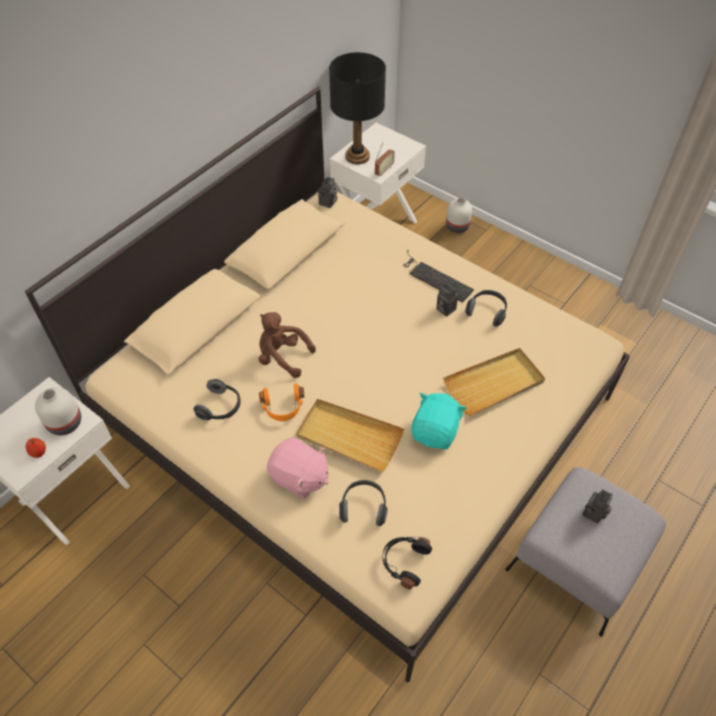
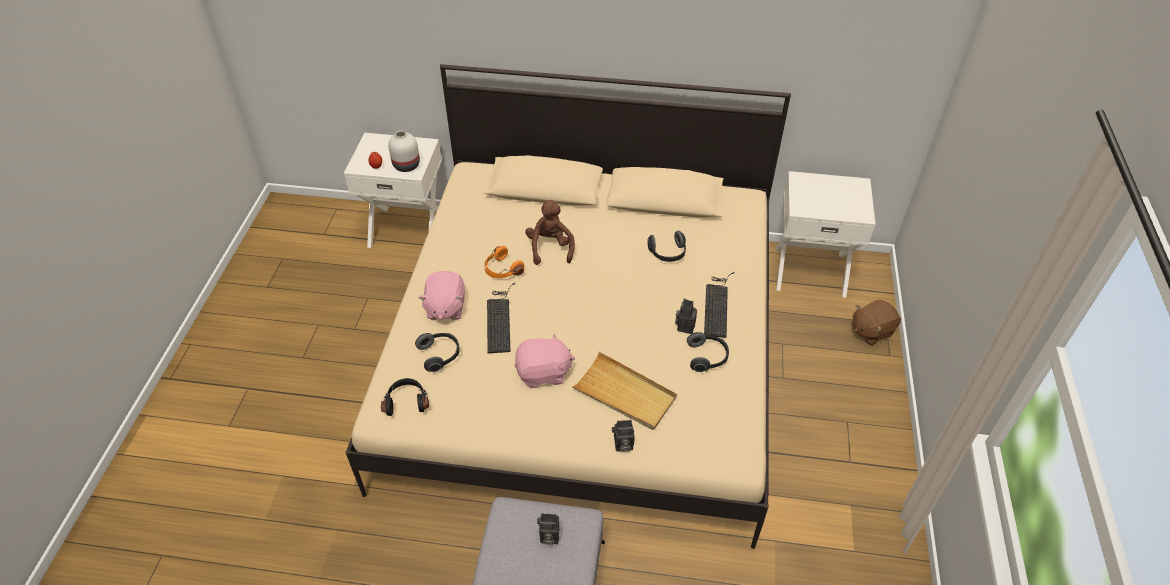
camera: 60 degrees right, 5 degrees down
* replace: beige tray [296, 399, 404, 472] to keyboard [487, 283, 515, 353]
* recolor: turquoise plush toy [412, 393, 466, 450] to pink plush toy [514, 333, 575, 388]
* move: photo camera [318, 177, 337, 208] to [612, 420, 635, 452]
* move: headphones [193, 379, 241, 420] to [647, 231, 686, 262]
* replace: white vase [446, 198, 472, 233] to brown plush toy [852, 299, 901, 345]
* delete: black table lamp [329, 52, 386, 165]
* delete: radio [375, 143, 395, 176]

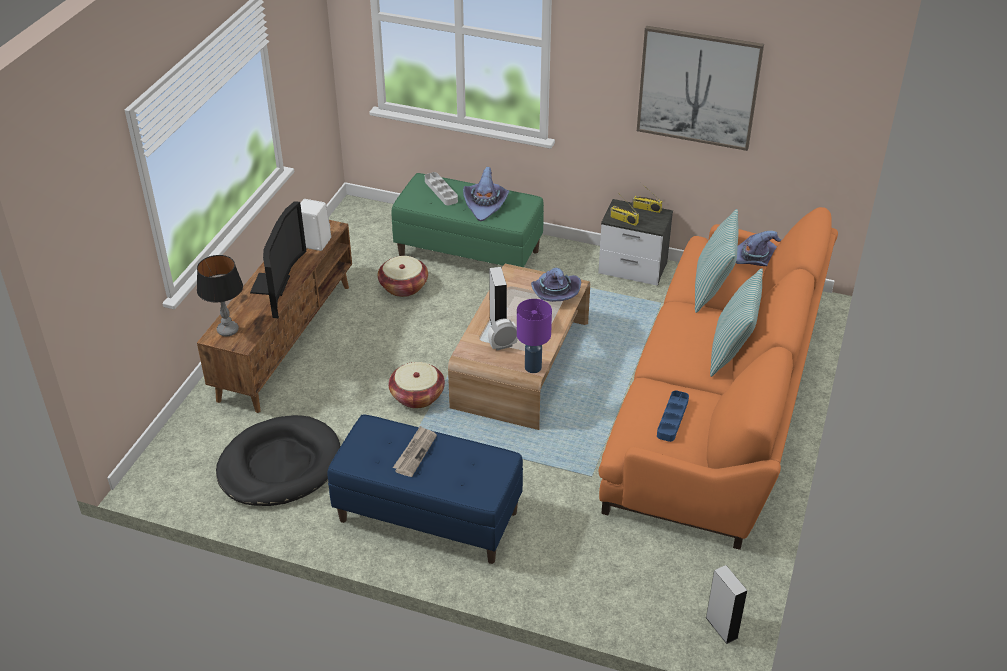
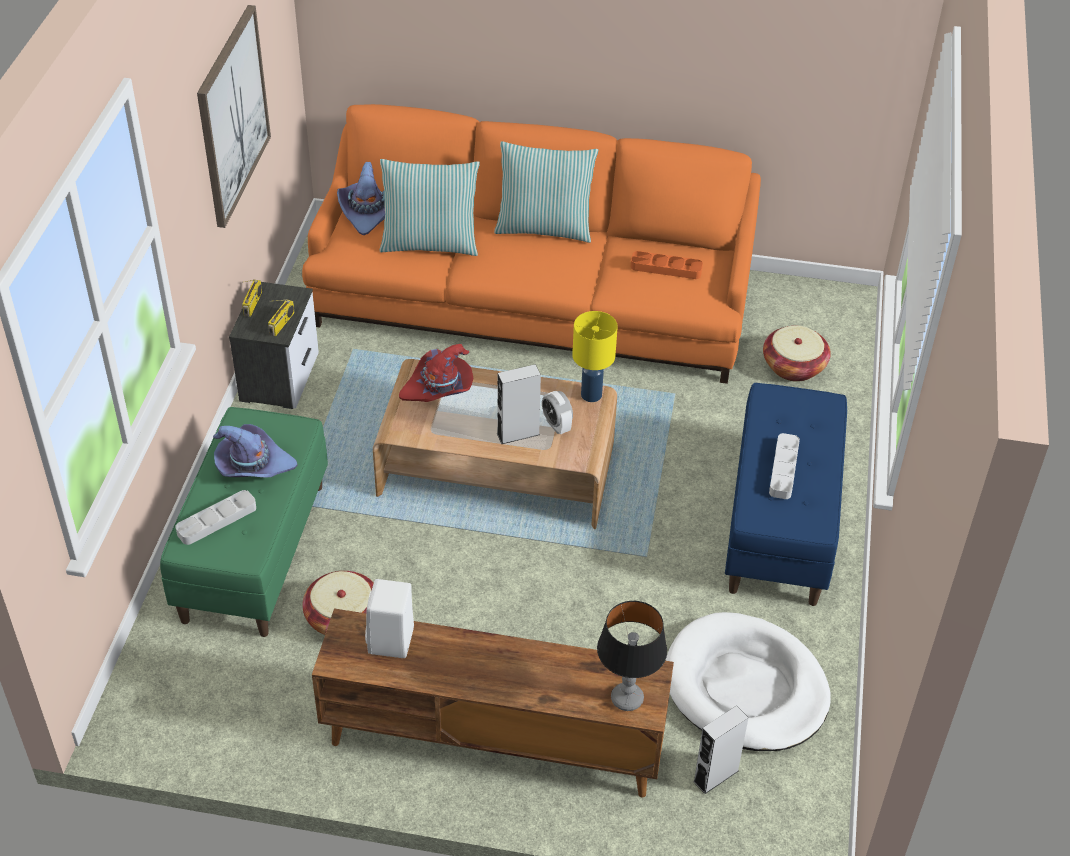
camera: 100 degrees left, 5 degrees up
* recolor: purple hat [531, 268, 581, 302] to red hat [399, 344, 473, 402]
* recolor: purple table lamp [517, 299, 552, 373] to yellow table lamp [572, 311, 618, 402]
* recolor: blue tray [657, 390, 689, 442] to orange tray [631, 251, 703, 279]
* recolor: black dog bed [216, 415, 341, 506] to white dog bed [666, 612, 831, 751]
* move: grey speaker [705, 565, 747, 644] to [693, 706, 748, 794]
* move: basket [389, 362, 445, 409] to [763, 325, 831, 382]
* replace: newspaper [393, 426, 437, 477] to grey tray [769, 433, 800, 499]
* delete: television [250, 201, 307, 318]

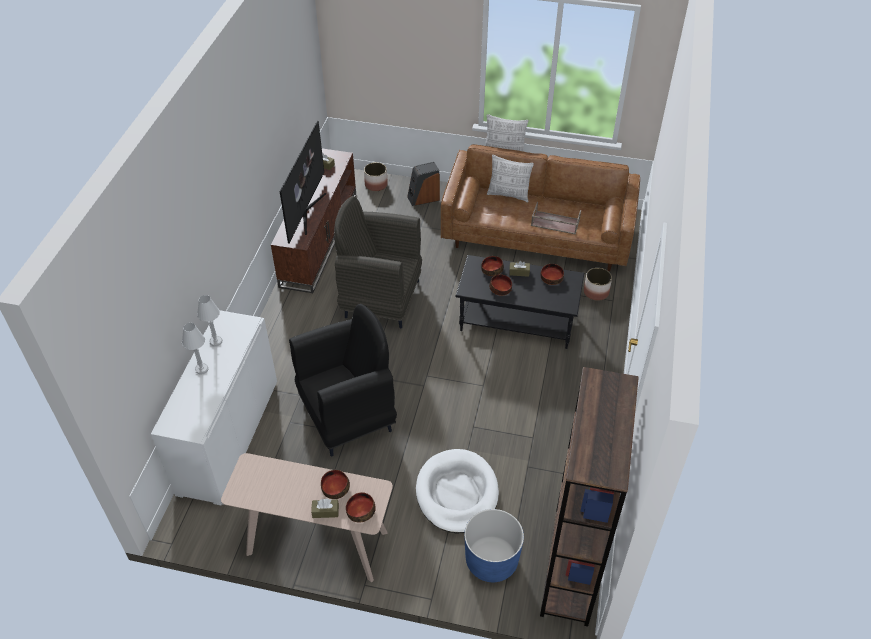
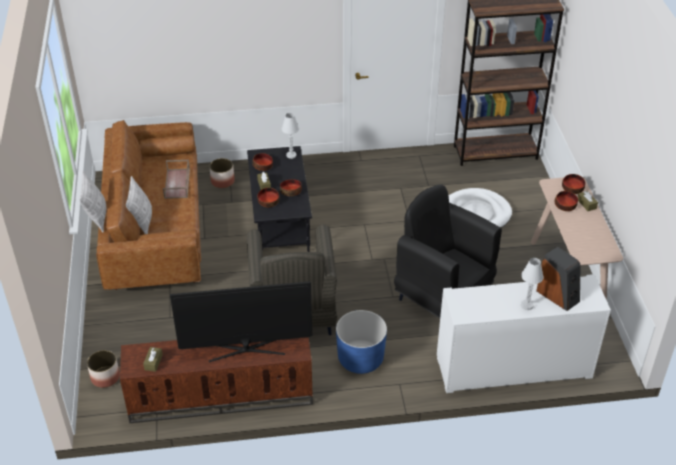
camera: 110 degrees left, 5 degrees down
* move: white table lamp [197, 295, 222, 347] to [282, 113, 299, 159]
* move: blue planter [464, 509, 524, 582] to [336, 310, 387, 374]
* move: speaker [407, 162, 440, 206] to [536, 246, 581, 311]

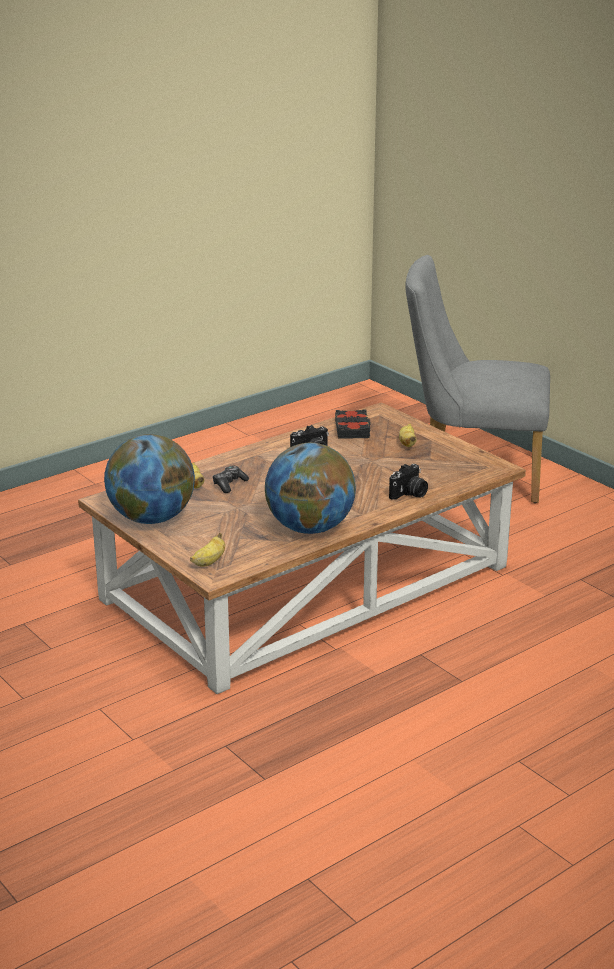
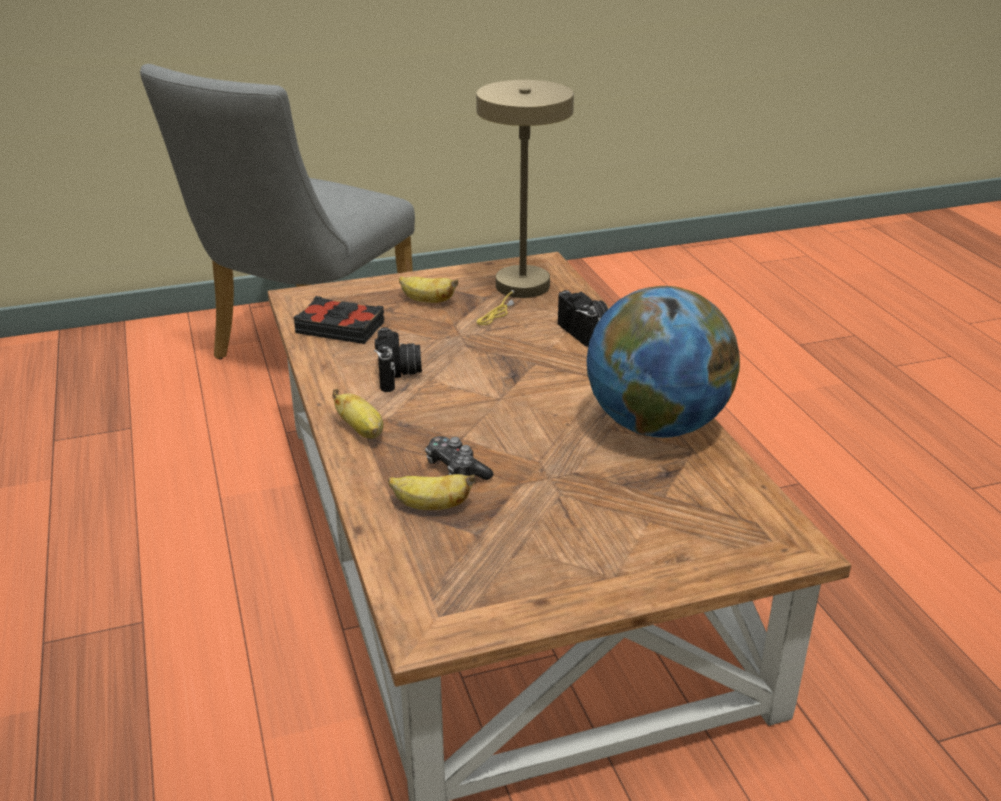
camera: 70 degrees left, 5 degrees up
* move: banana [190, 533, 225, 567] to [332, 389, 383, 439]
* insert: beige table lamp [476, 80, 574, 325]
* delete: globe [104, 434, 195, 524]

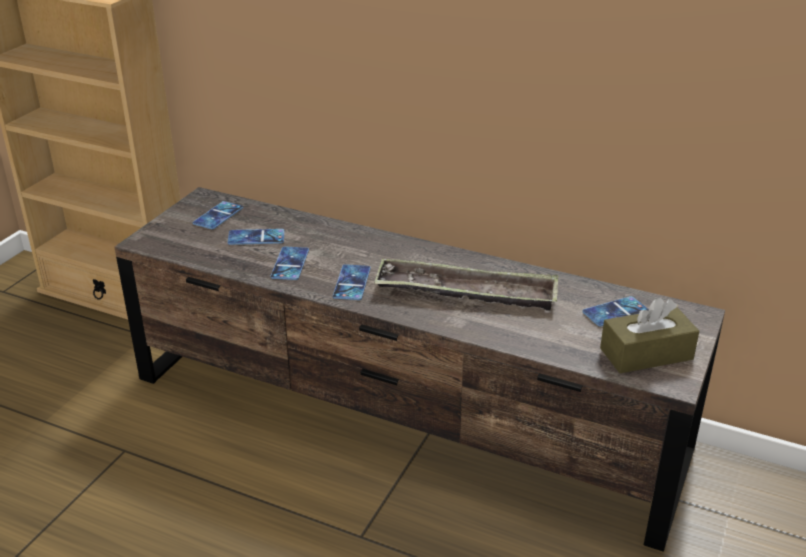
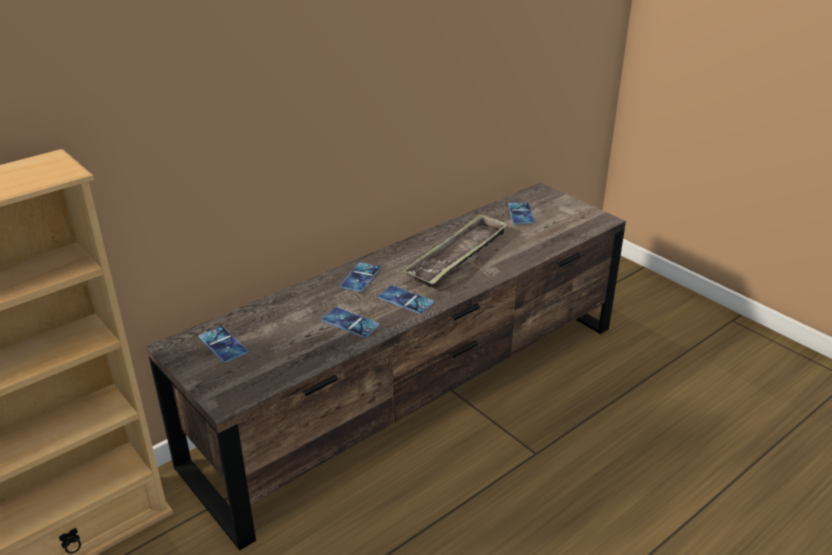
camera: 65 degrees left, 0 degrees up
* move: phone [228, 229, 284, 245] to [340, 262, 381, 292]
* delete: brown tissue box [600, 297, 699, 373]

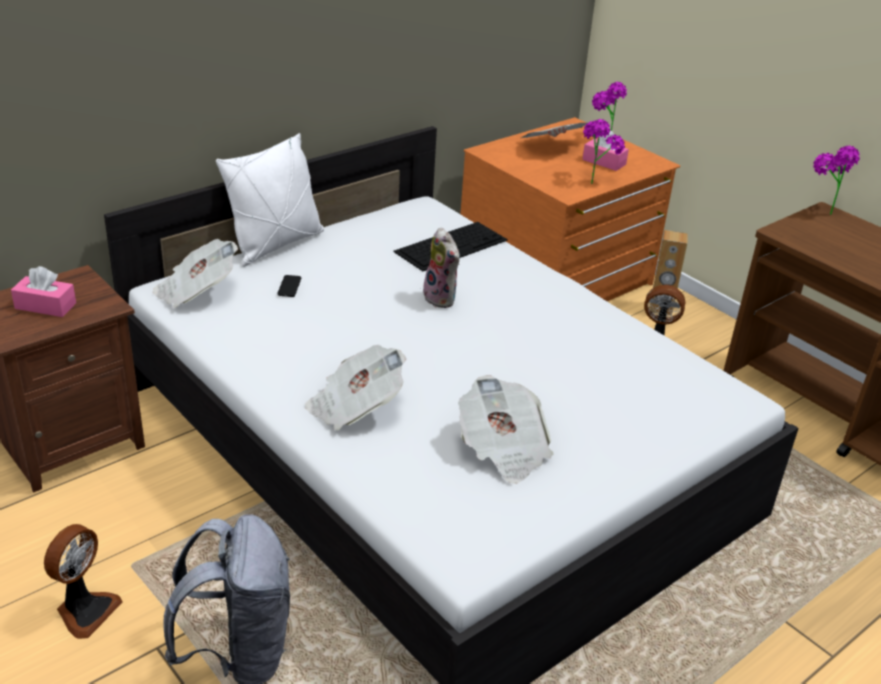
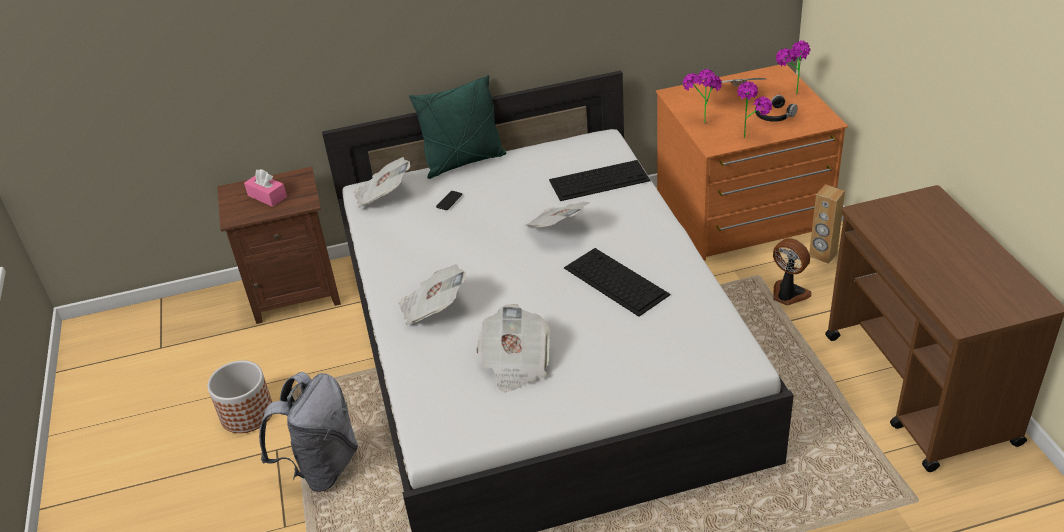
camera: 30 degrees right, 5 degrees up
* replace: fan [44, 524, 122, 639] to planter [207, 360, 272, 433]
* recolor: white pillow [216, 133, 324, 267] to green pillow [409, 75, 506, 179]
* replace: plush toy [423, 227, 460, 308] to newspaper [524, 202, 590, 227]
* insert: keyboard [564, 248, 671, 317]
* move: potted plant [813, 145, 860, 215] to [682, 69, 722, 124]
* replace: pink tissue box [582, 130, 629, 171] to black headphones [755, 95, 798, 122]

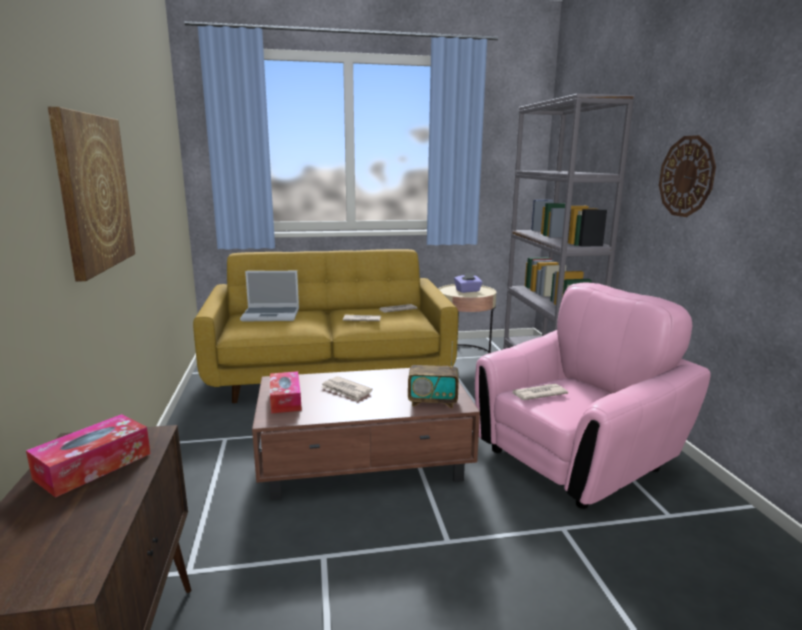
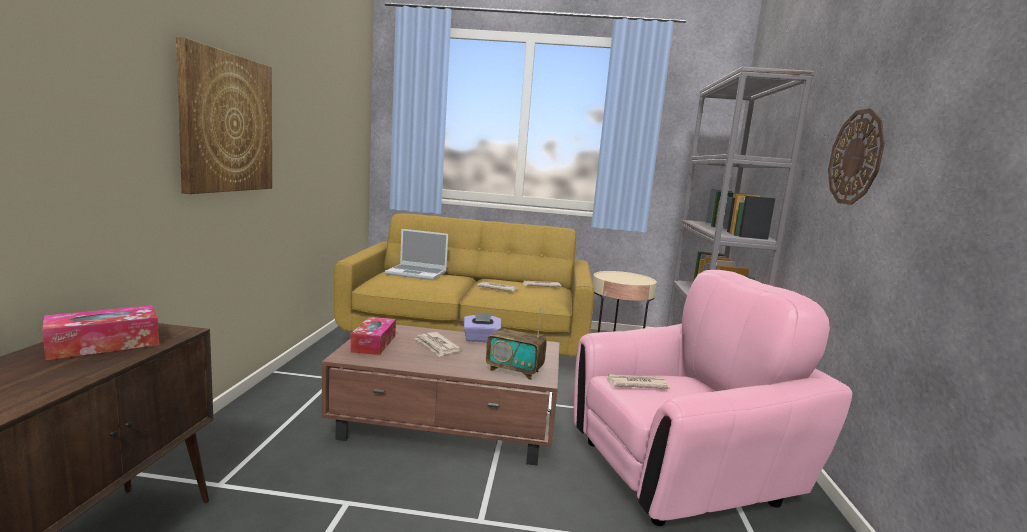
camera: 15 degrees right, 5 degrees down
* move: purple tissue box [454, 272, 483, 293] to [464, 312, 501, 342]

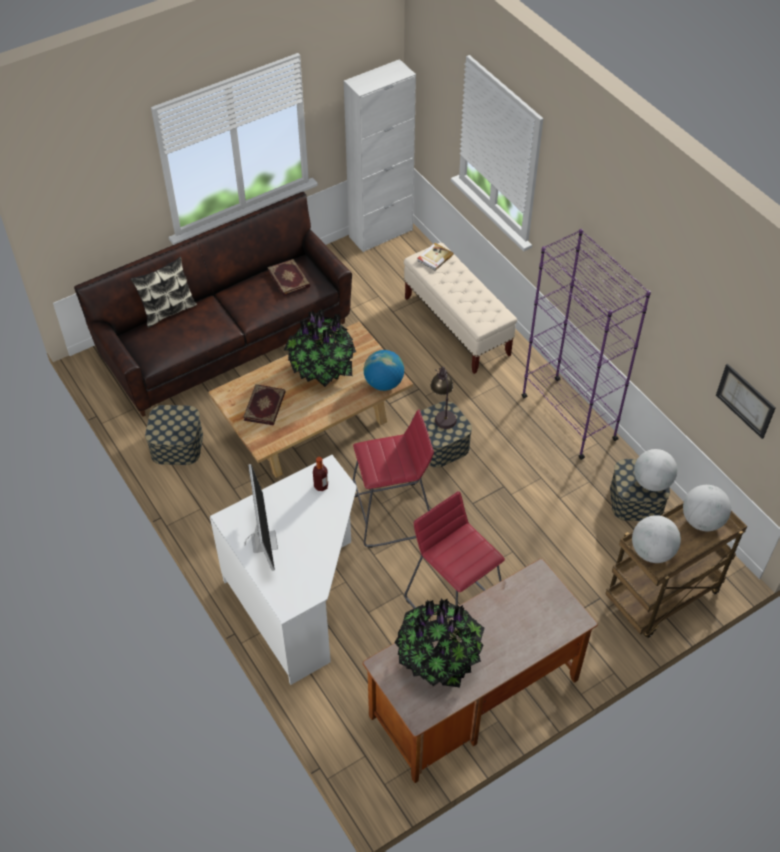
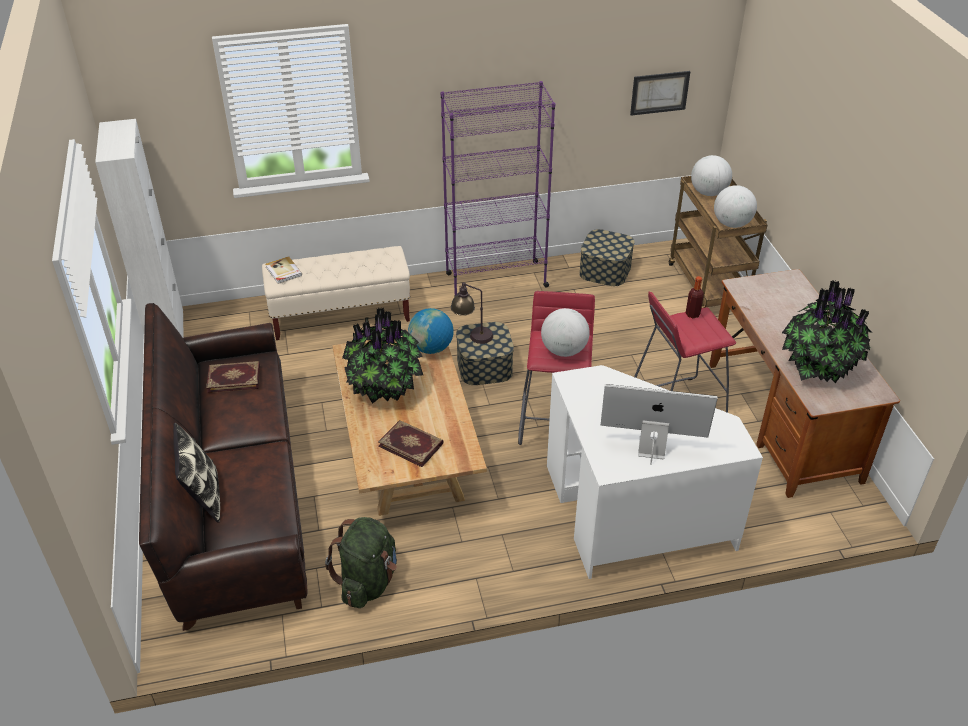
camera: 70 degrees left, 10 degrees down
* replace: storage box [145, 405, 203, 465] to green backpack [325, 517, 397, 608]
* move: globe [634, 449, 677, 491] to [541, 308, 590, 357]
* move: bottle [313, 457, 328, 491] to [686, 276, 704, 318]

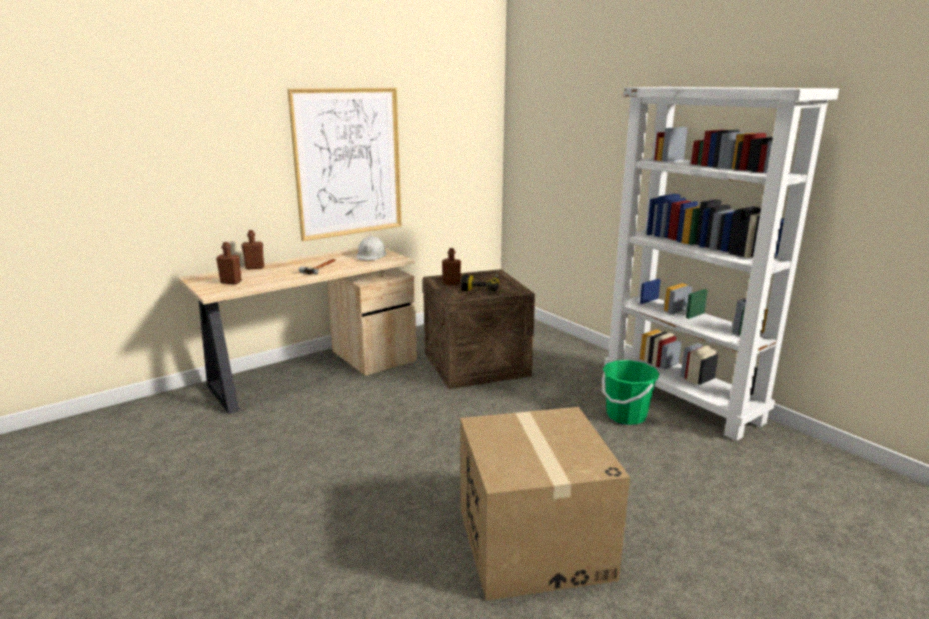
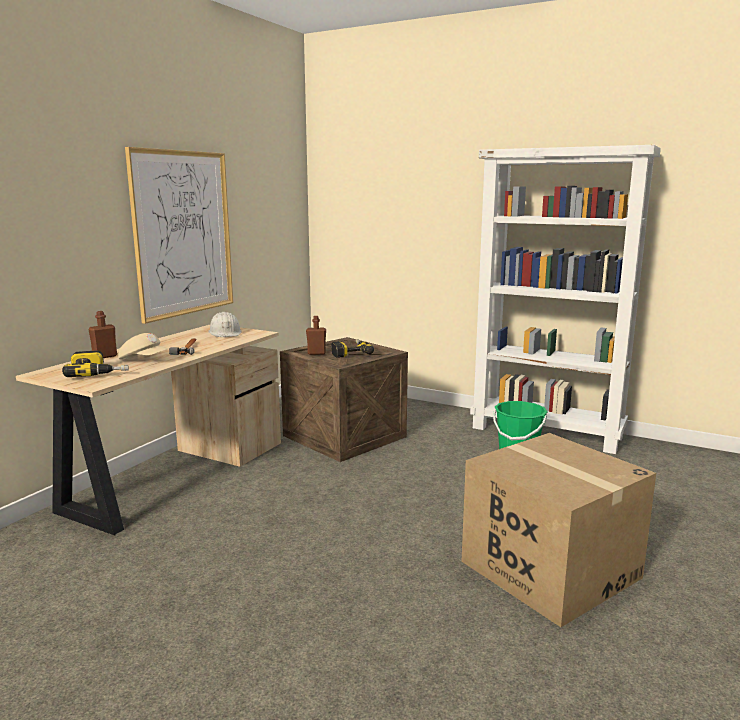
camera: 25 degrees left, 5 degrees down
* replace: brown bottle [216, 242, 242, 284] to power drill [62, 350, 129, 377]
* insert: beige cap [118, 333, 168, 360]

